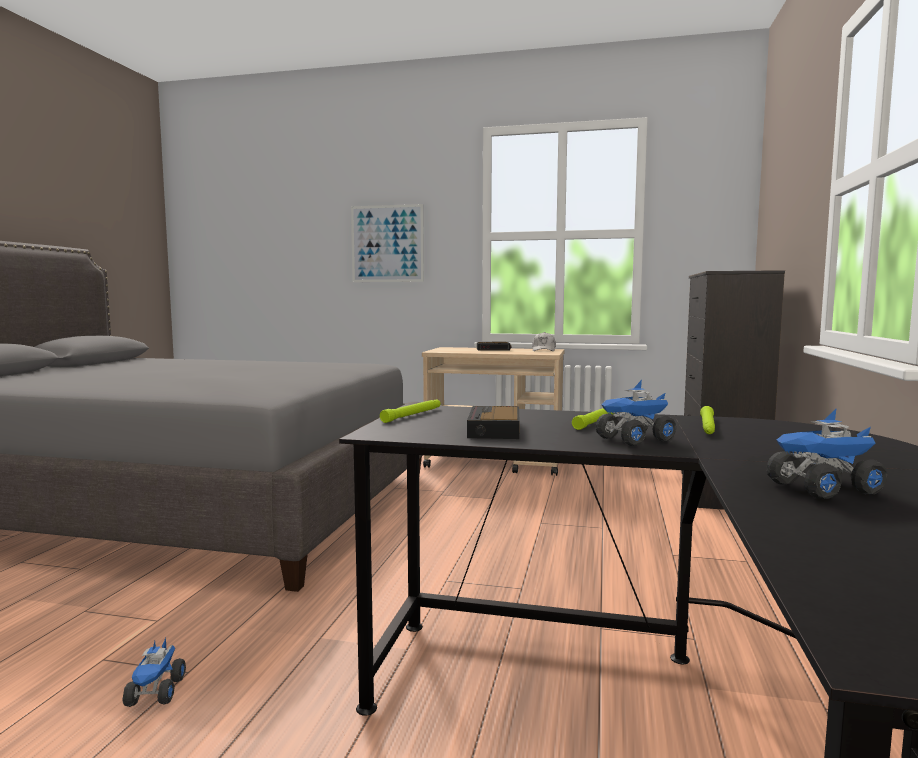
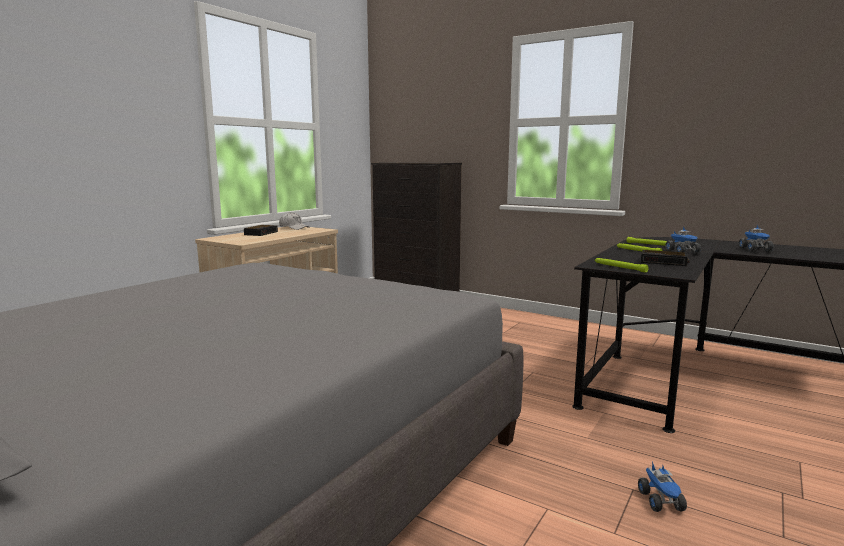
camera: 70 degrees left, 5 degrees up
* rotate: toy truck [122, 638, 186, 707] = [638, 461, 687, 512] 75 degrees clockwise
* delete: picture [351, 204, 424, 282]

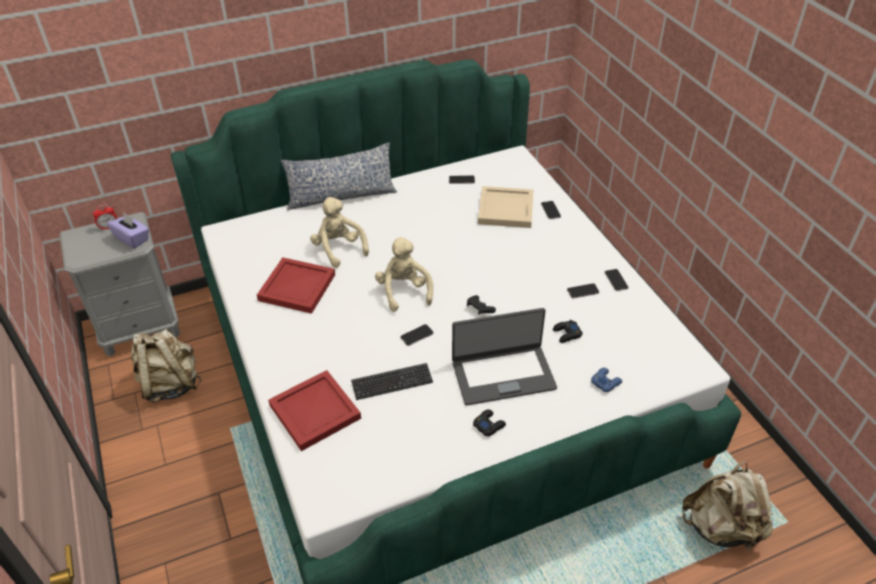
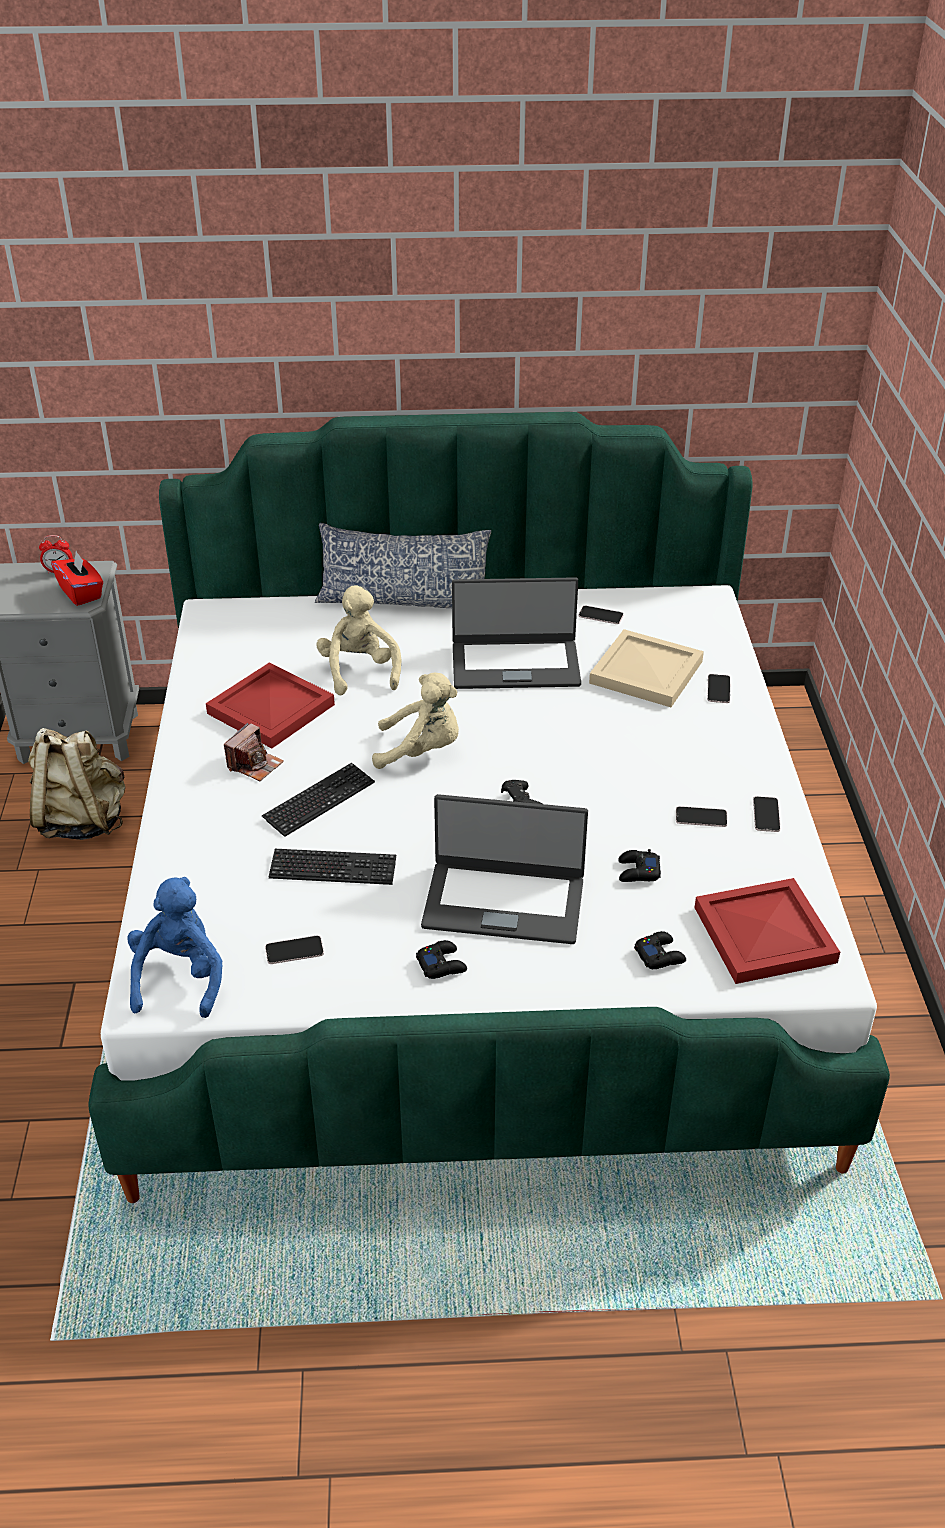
camera: 20 degrees right, 5 degrees down
* recolor: purple tissue box [107, 213, 149, 249] to red tissue box [51, 551, 103, 606]
* insert: blue plush toy [127, 877, 223, 1018]
* insert: photo camera [224, 723, 284, 781]
* insert: keyboard [262, 763, 375, 837]
* move: phone [400, 324, 434, 346] to [265, 936, 324, 964]
* rotate: beige plush toy [375, 237, 433, 312] = [372, 673, 459, 769] 90 degrees clockwise
* insert: laptop [452, 577, 581, 689]
* recolor: blue game controller [591, 368, 622, 392] to black game controller [634, 931, 686, 969]
* move: red tray [268, 370, 361, 451] to [694, 878, 840, 984]
* delete: beige backpack [682, 461, 773, 553]

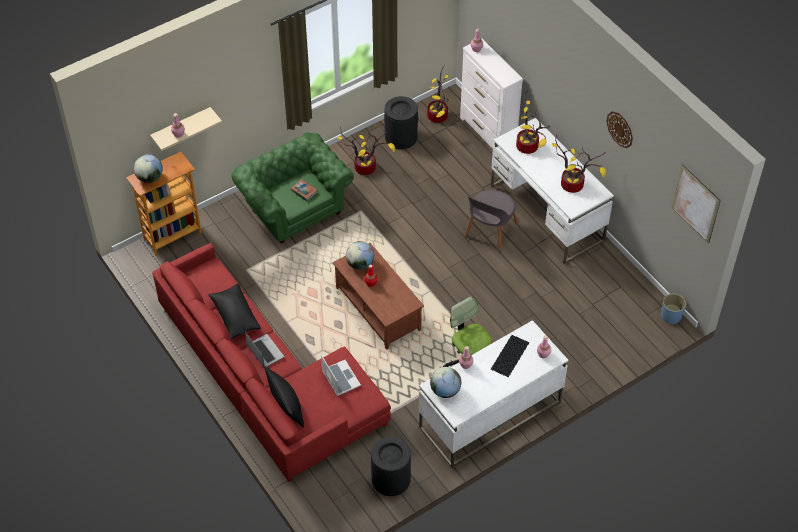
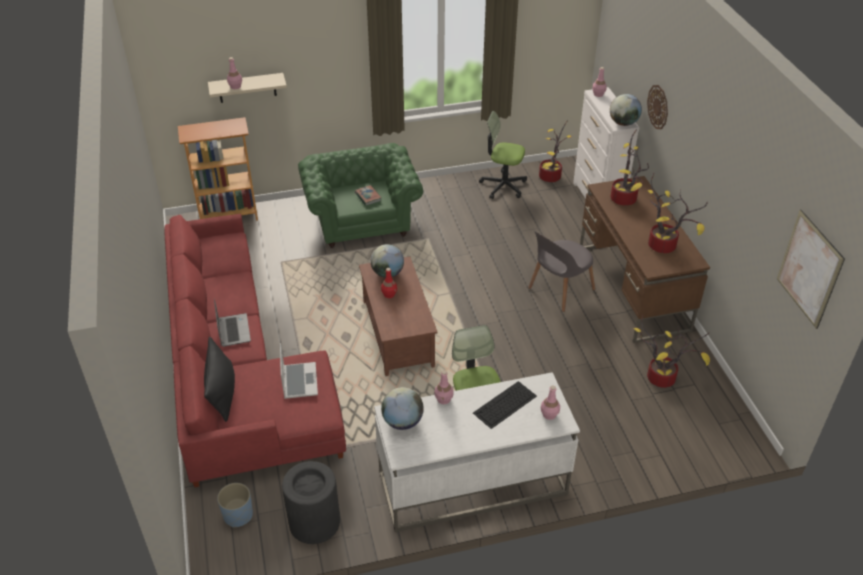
camera: 20 degrees right, 10 degrees down
* move: blue planter [661, 293, 686, 324] to [217, 483, 253, 528]
* replace: black trash can [384, 96, 418, 149] to office chair [479, 111, 527, 199]
* recolor: white desk [491, 118, 614, 264] to brown desk [580, 176, 710, 343]
* move: globe [134, 154, 163, 183] to [610, 94, 642, 126]
* move: potted plant [336, 130, 395, 175] to [633, 314, 710, 388]
* move: wall clock [606, 111, 633, 148] to [647, 85, 668, 129]
* delete: black pillow [208, 284, 261, 339]

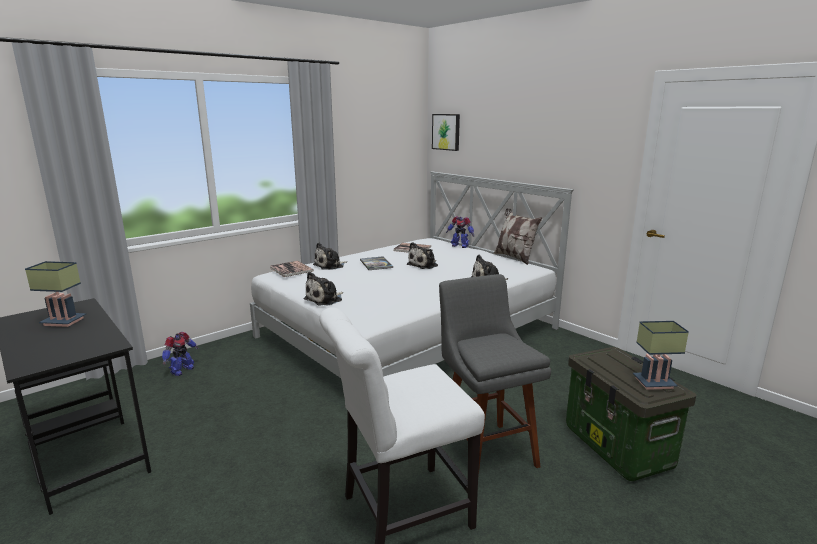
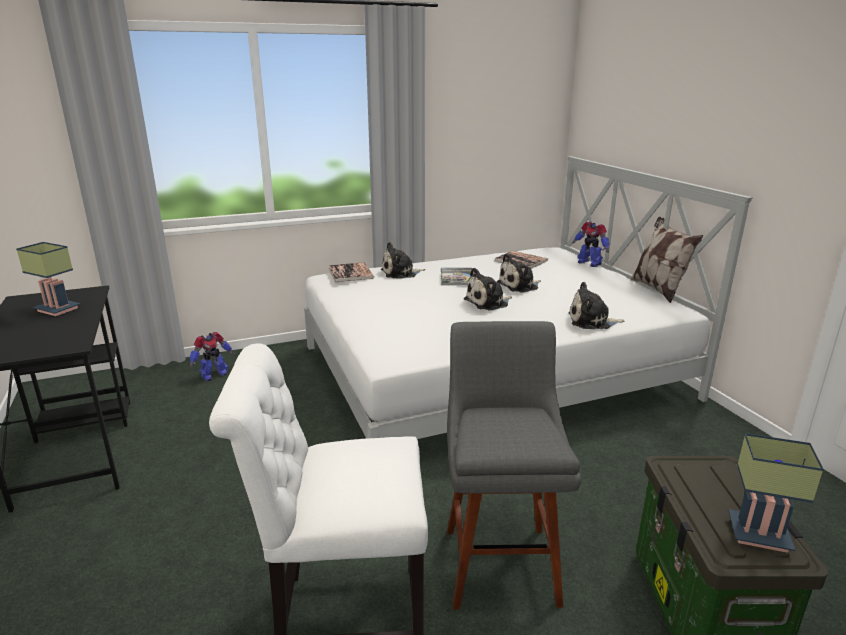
camera: 20 degrees right, 5 degrees up
* move: plush toy [304, 272, 343, 306] to [464, 268, 512, 310]
* delete: picture [432, 114, 460, 151]

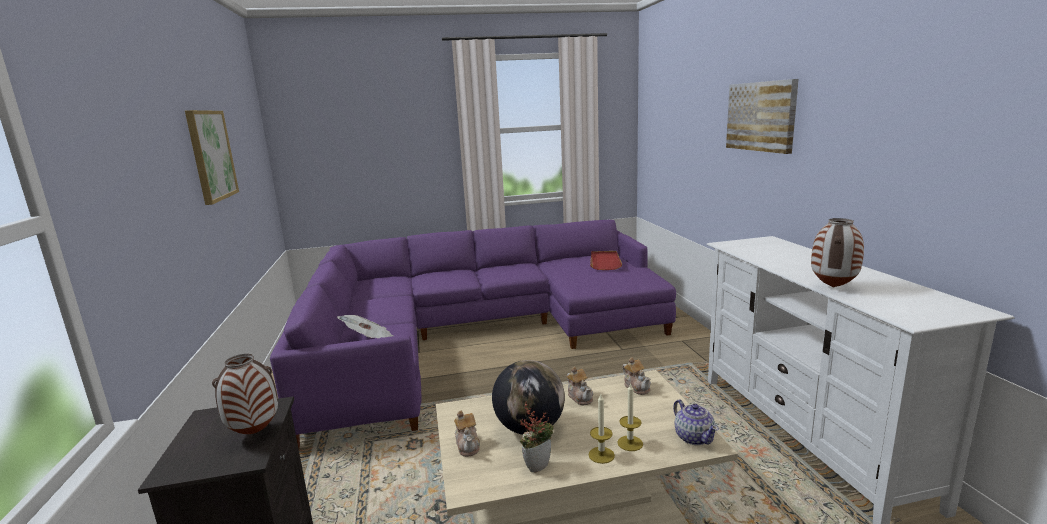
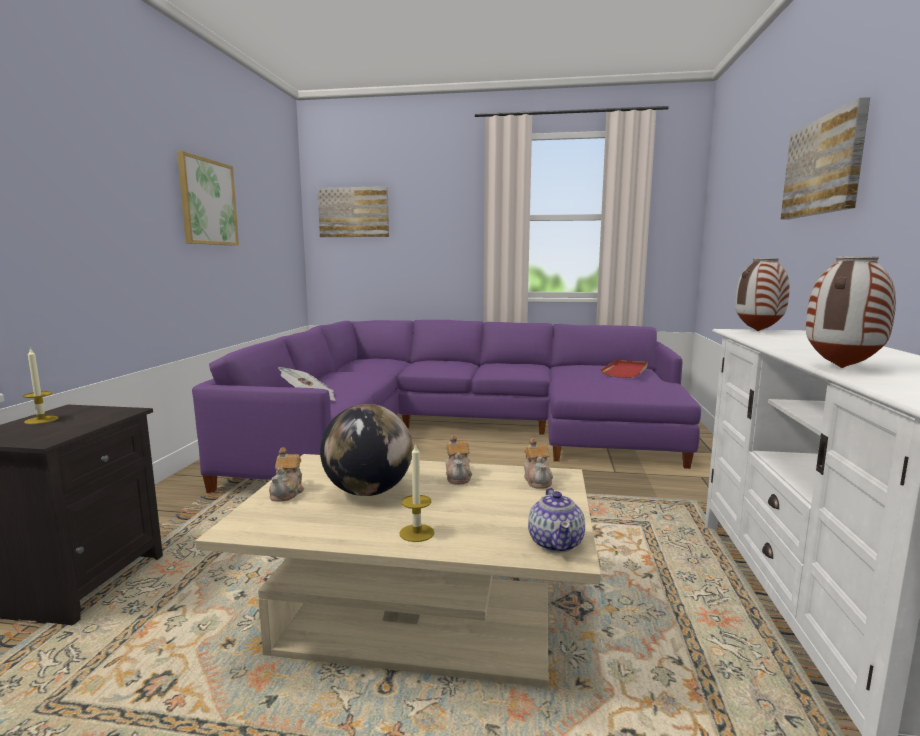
camera: 20 degrees right, 5 degrees down
* move: candle [617, 384, 643, 451] to [23, 347, 59, 424]
* insert: picture [317, 186, 389, 237]
* move: vase [212, 354, 278, 434] to [735, 258, 790, 331]
* delete: potted plant [520, 402, 554, 473]

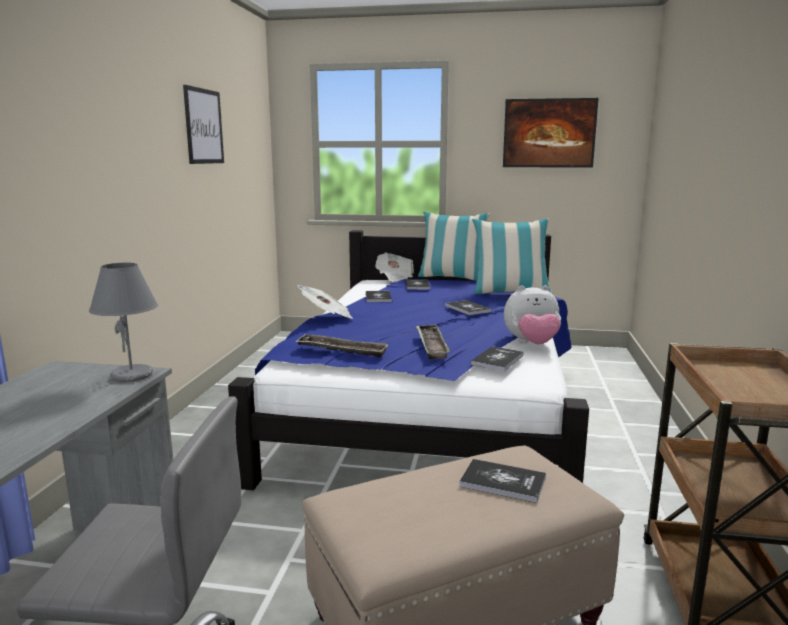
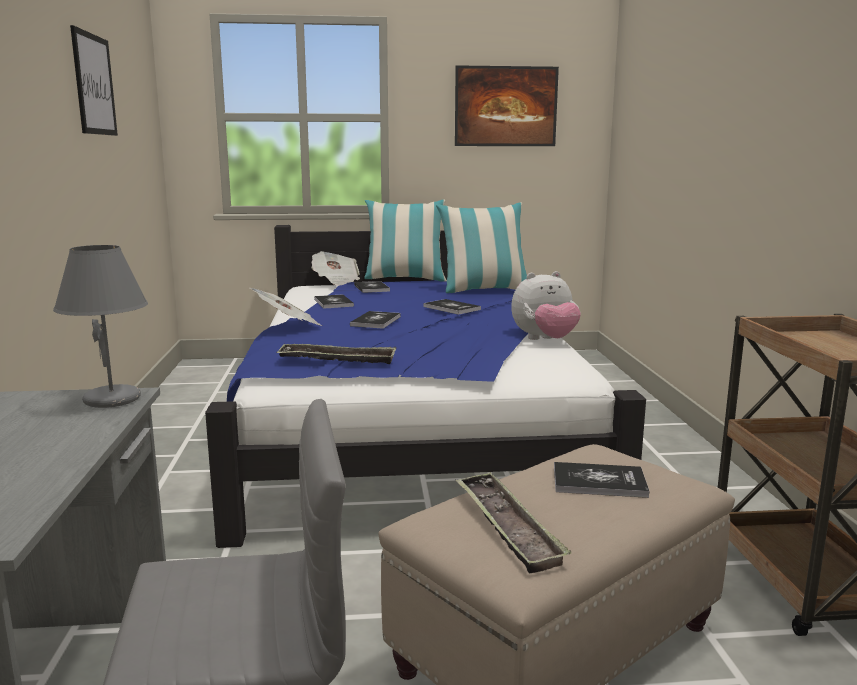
camera: 15 degrees left, 0 degrees up
* move: book [470, 346, 524, 371] to [350, 311, 401, 329]
* move: tray [416, 324, 451, 359] to [455, 472, 571, 573]

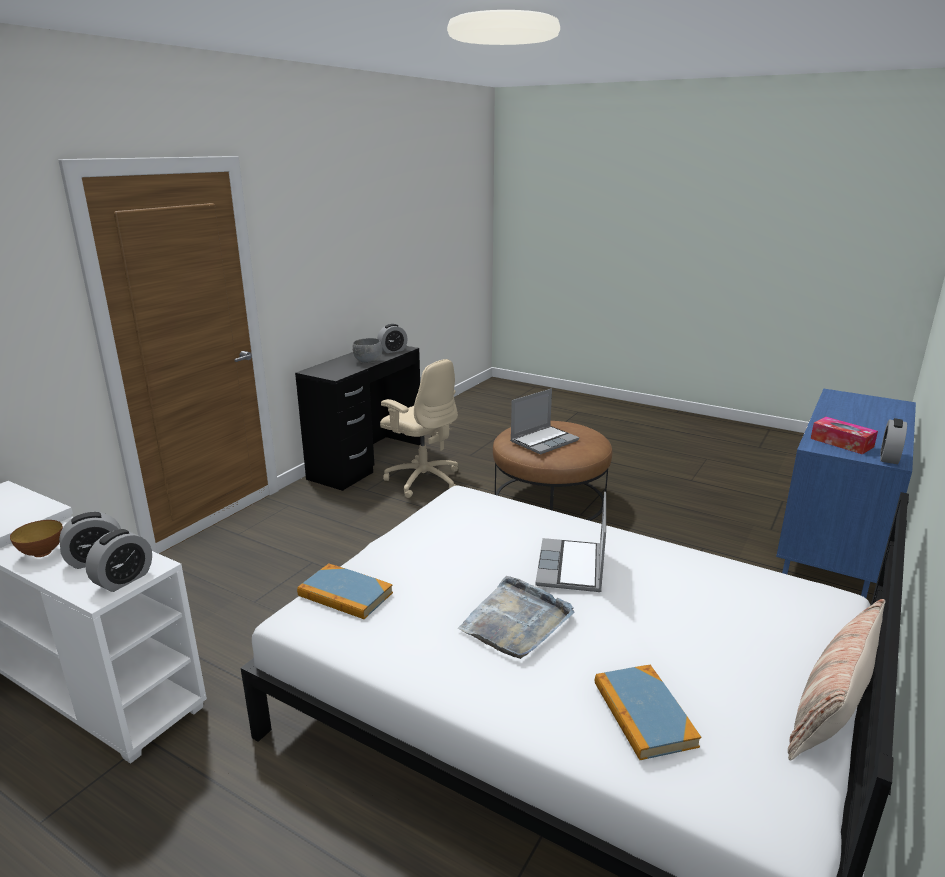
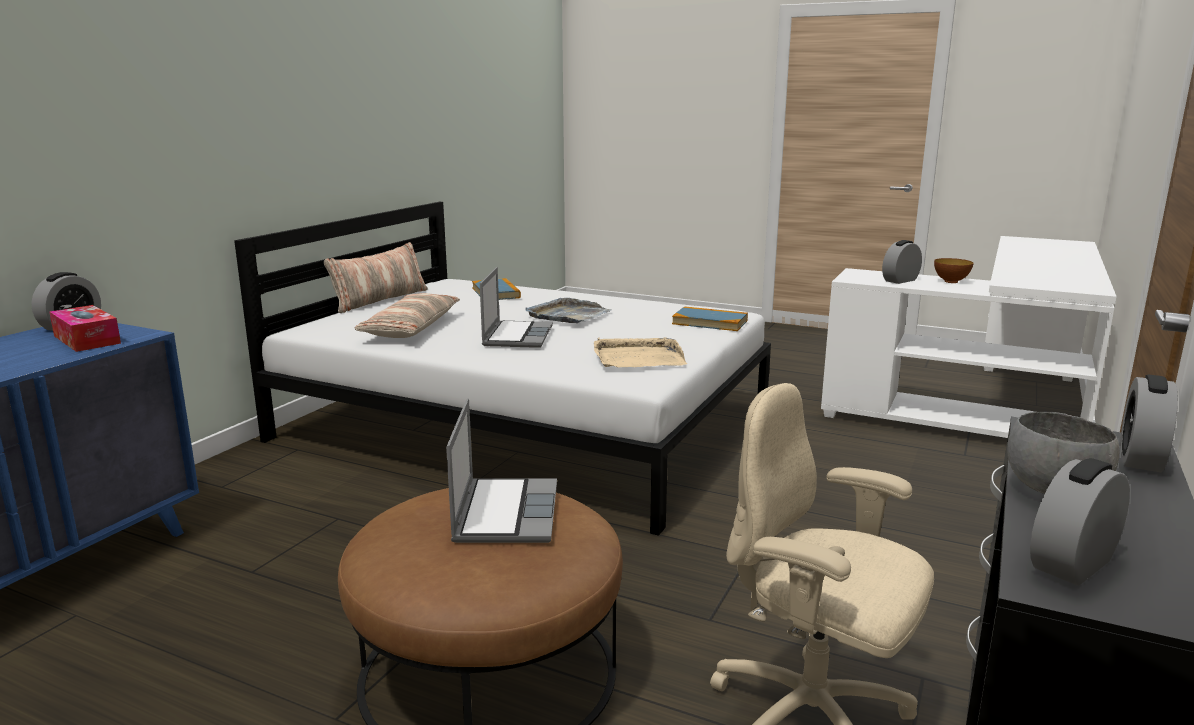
camera: 175 degrees right, 5 degrees down
* insert: pillow [355, 293, 460, 338]
* rotate: laptop [510, 388, 579, 455] = [446, 398, 557, 543] 135 degrees clockwise
* insert: beige tray [594, 337, 687, 368]
* move: alarm clock [85, 529, 152, 592] to [1120, 374, 1178, 472]

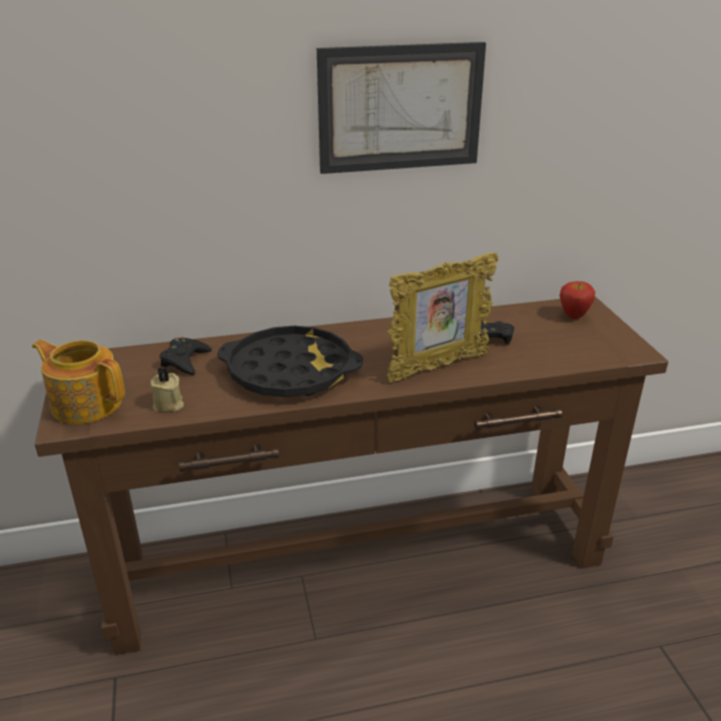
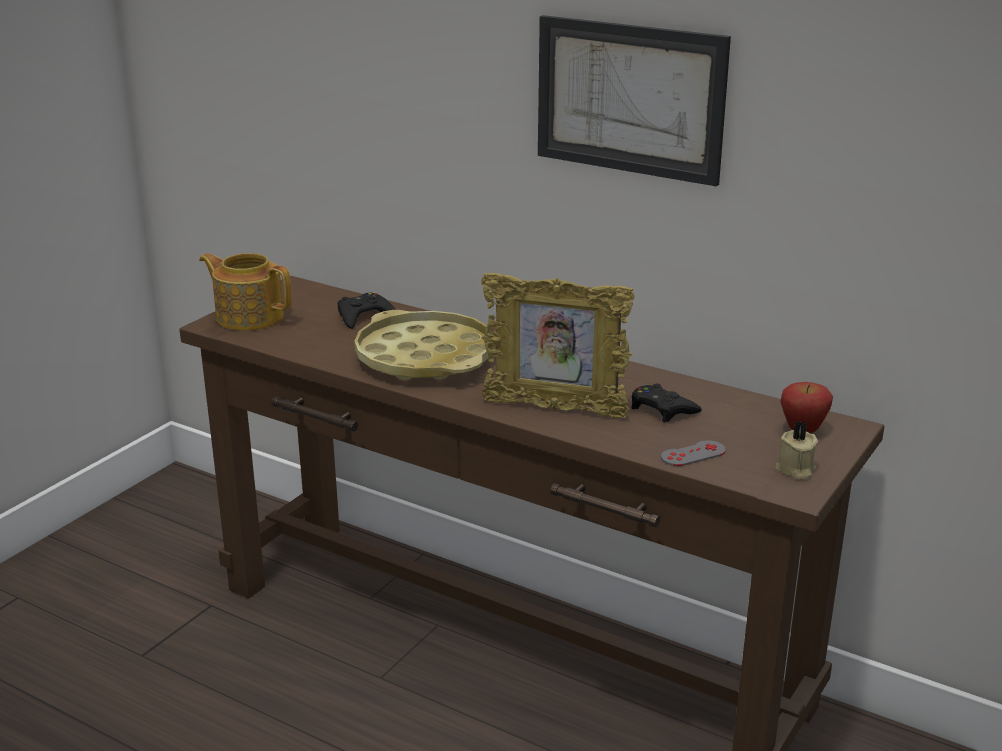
camera: 45 degrees right, 5 degrees down
* rotate: teapot [32, 340, 125, 424] = [199, 253, 292, 331] 45 degrees counterclockwise
* recolor: black tray [217, 326, 363, 397] to yellow tray [354, 310, 494, 380]
* insert: grey game controller [661, 440, 726, 466]
* move: beige candle [151, 367, 184, 412] to [775, 421, 818, 480]

